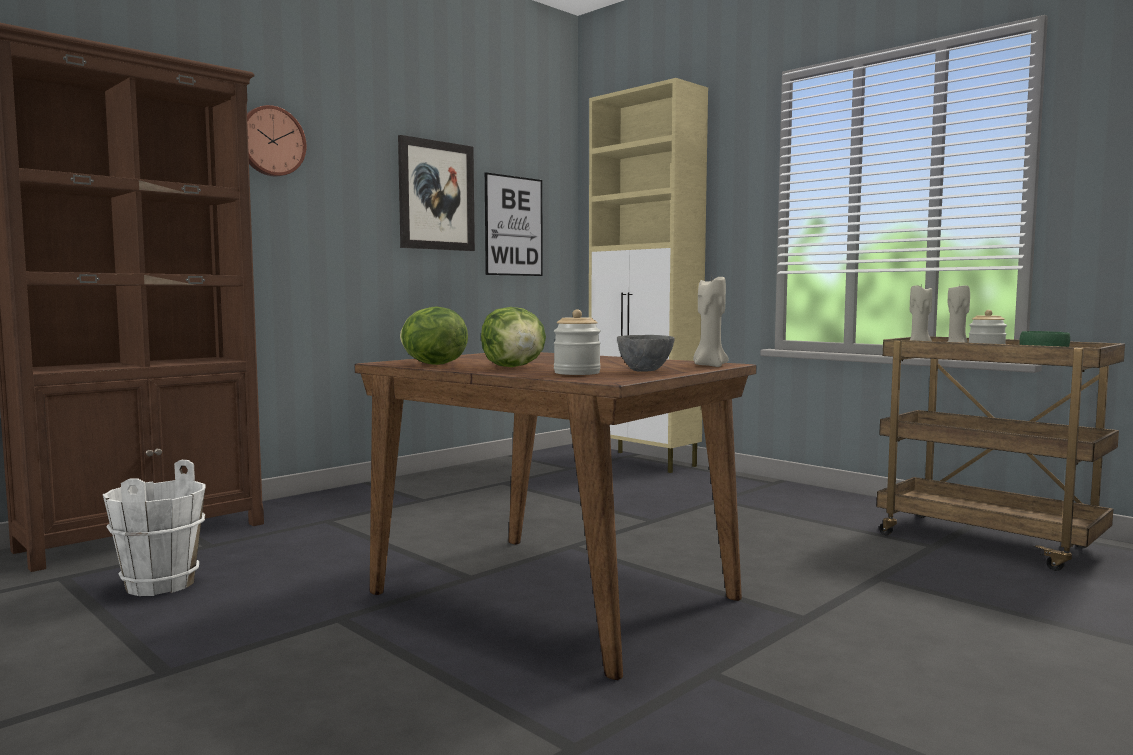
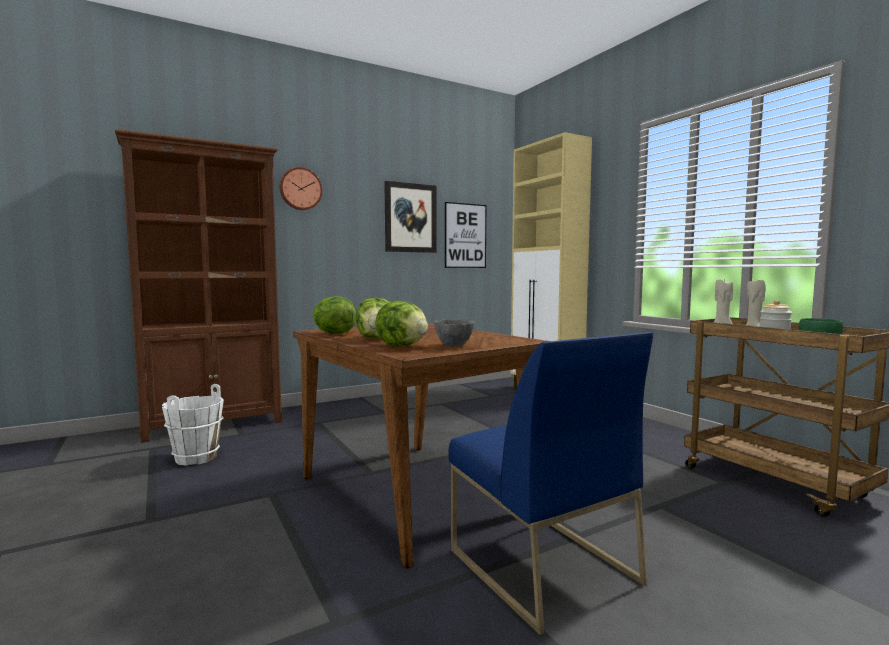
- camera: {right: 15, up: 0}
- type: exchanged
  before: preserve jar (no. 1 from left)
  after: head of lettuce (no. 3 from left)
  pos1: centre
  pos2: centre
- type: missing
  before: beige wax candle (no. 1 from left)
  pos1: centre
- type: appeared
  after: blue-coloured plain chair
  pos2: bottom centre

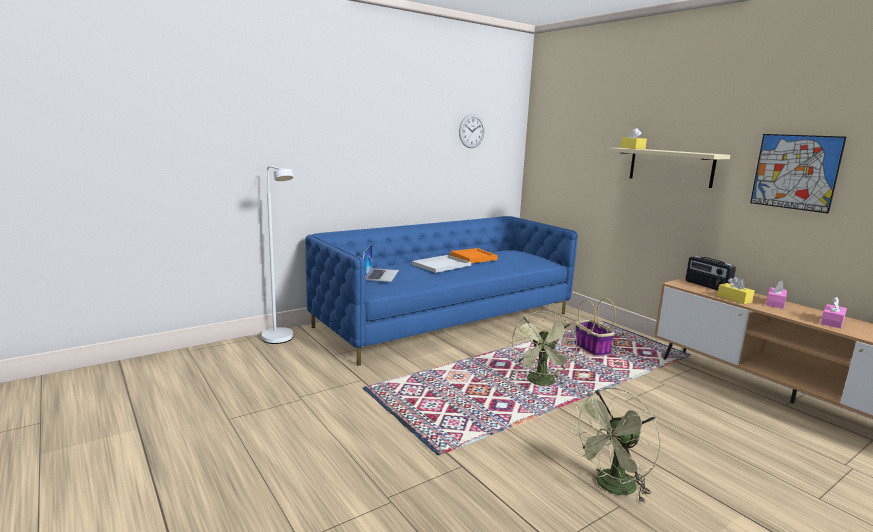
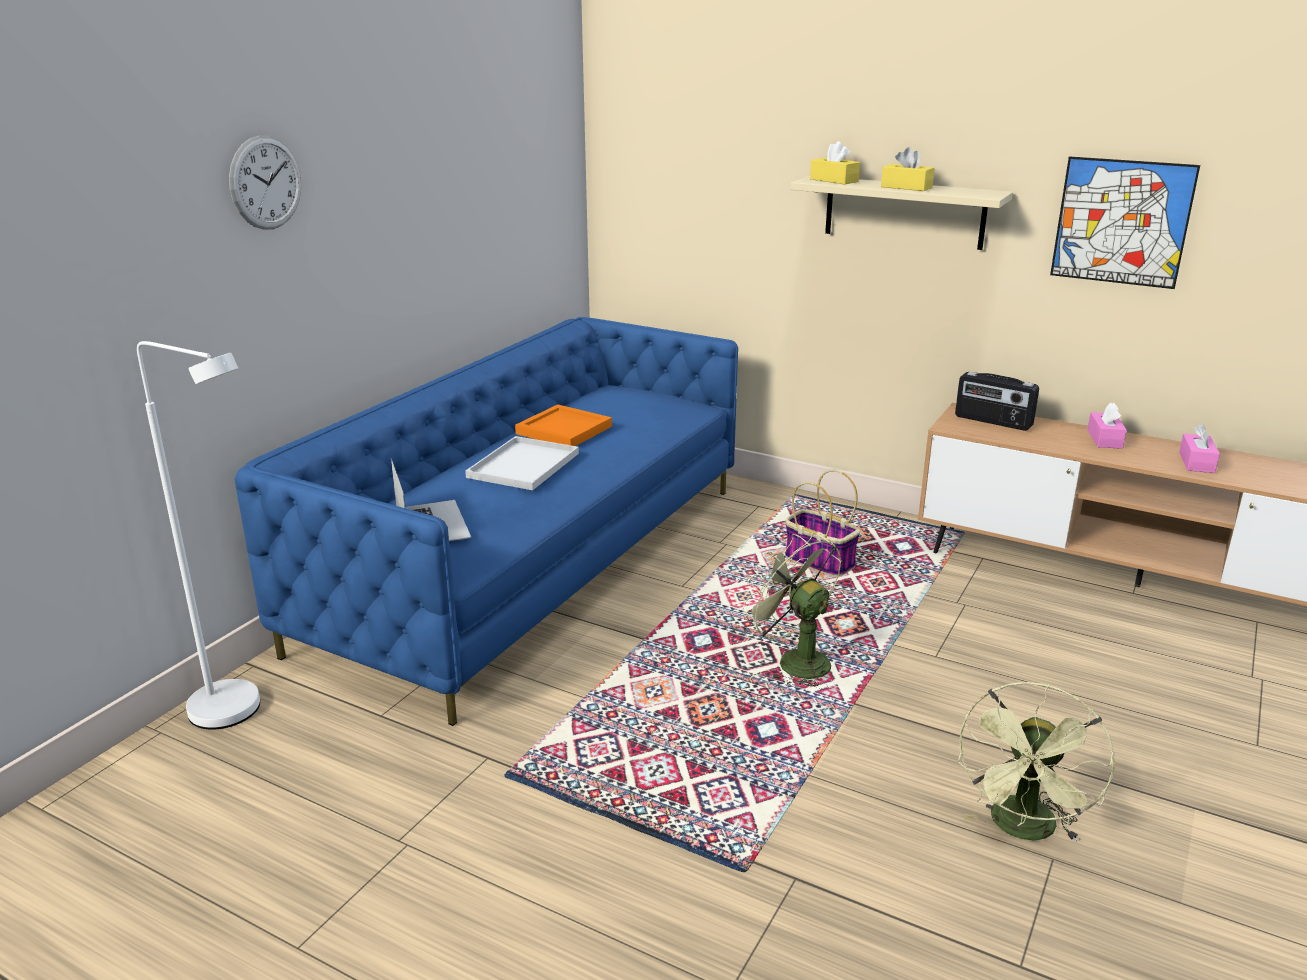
- camera: {right: -25, up: 10}
- type: relocated
  before: clock on the wall
  pos1: top centre
  pos2: top left
- type: spun
  before: green fan (no. 1 from left)
  pos1: centre
  pos2: centre
  turn: 150
- type: relocated
  before: yellow-coloured tissue holder (no. 2 from left)
  pos1: middle right
  pos2: top right

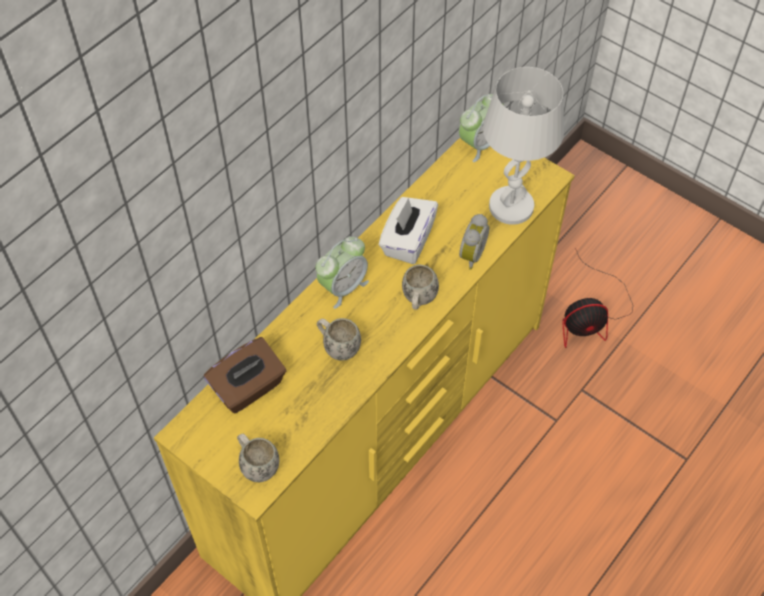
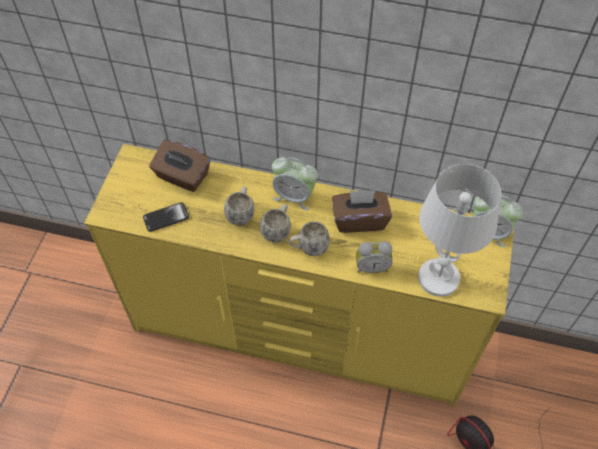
- camera: {right: 65, up: 0}
- type: relocated
  before: whitish tea mug (no. 1 from left in the first image)
  after: whitish tea mug (no. 2 from left)
  pos1: bottom centre
  pos2: centre
- type: colour
  before: whitish tissue holder
  after: brown tissue holder (no. 2 from left)
  pos1: centre
  pos2: centre
- type: appeared
  after: phone
  pos2: middle left

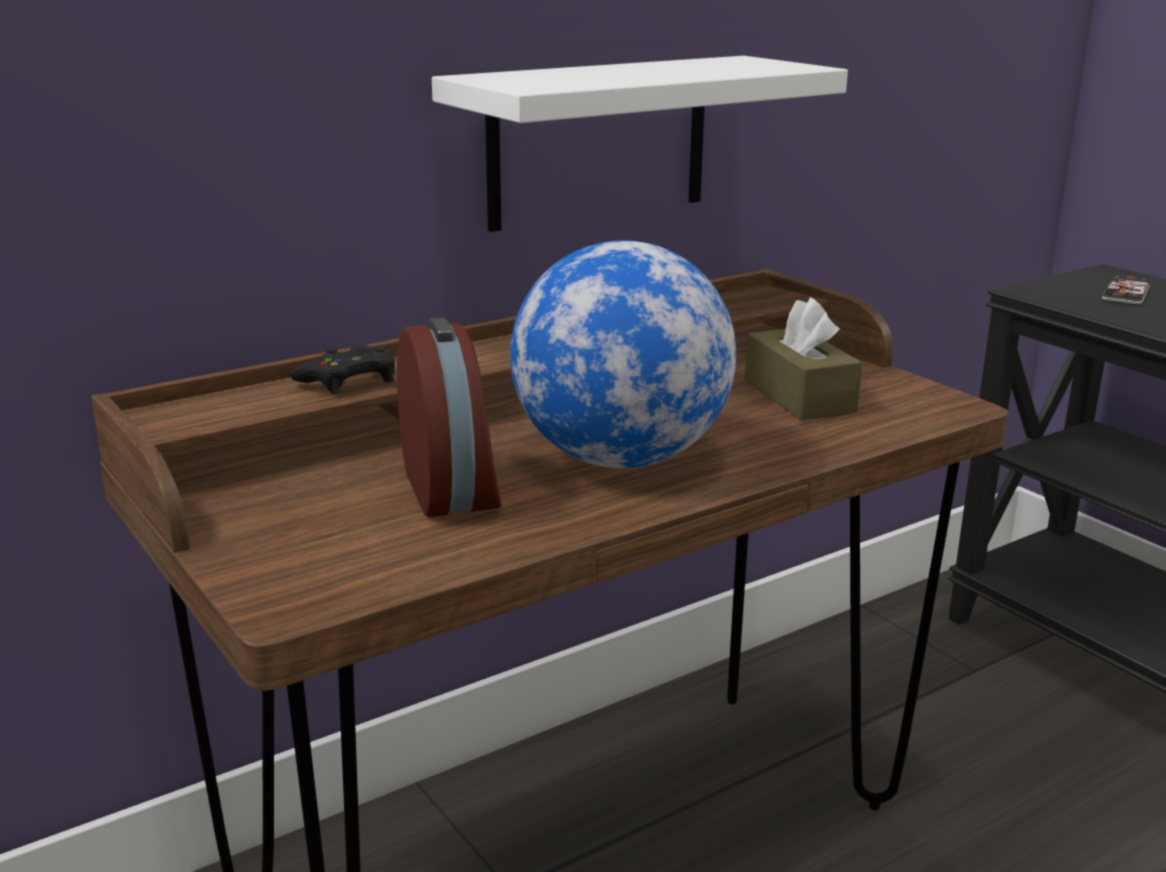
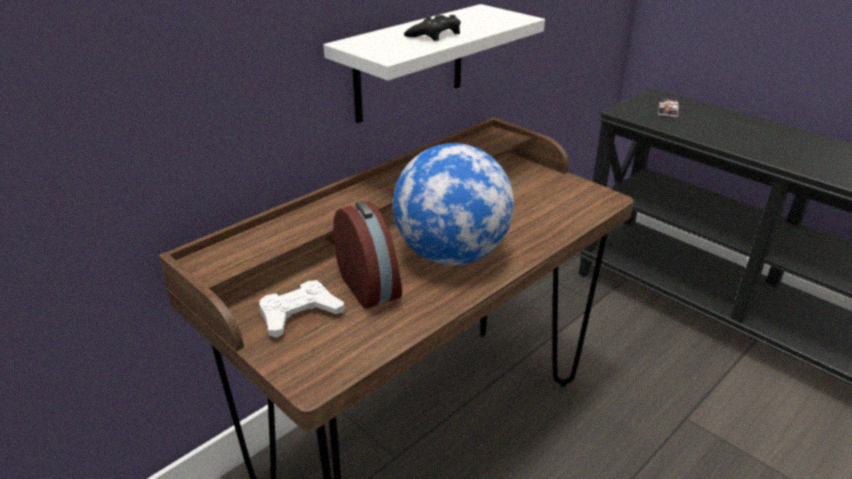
- camera: {right: -10, up: 10}
- type: relocated
  before: blackish joypad
  pos1: middle left
  pos2: top centre
- type: missing
  before: brown tissue holder
  pos1: middle right
- type: appeared
  after: whitish joypad
  pos2: centre

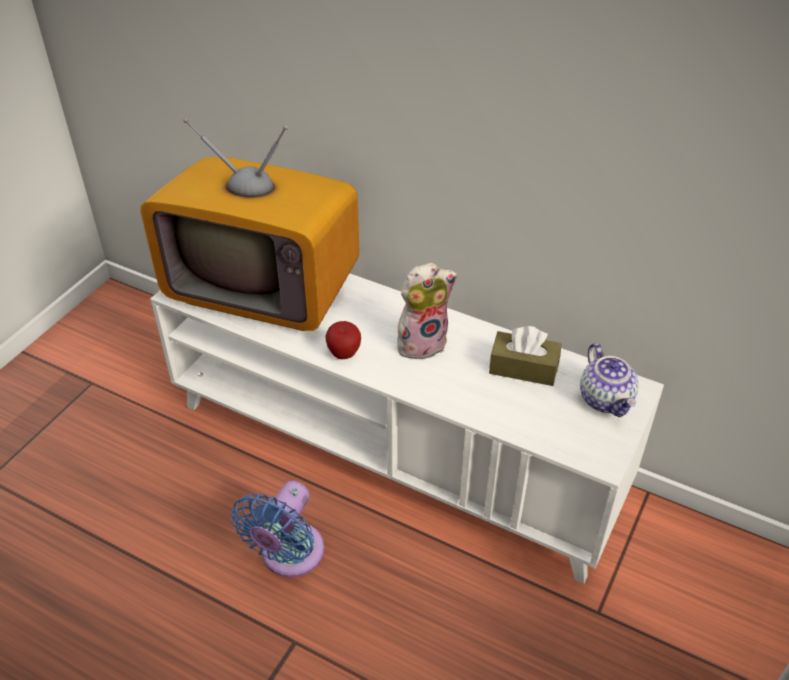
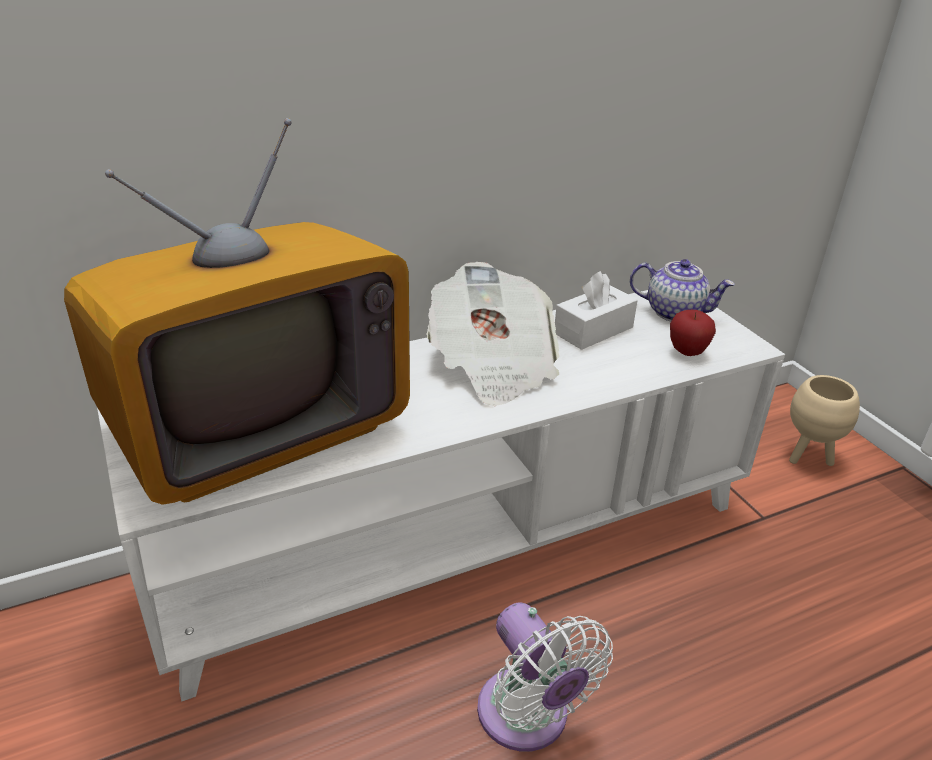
- camera: {right: -55, up: -10}
- type: colour
  before: blue-coloured fan
  after: whitish fan
  pos1: bottom centre
  pos2: bottom centre
- type: relocated
  before: whole apple
  pos1: centre
  pos2: middle right
- type: exchanged
  before: cuddly toy
  after: daily paper
  pos1: centre
  pos2: centre
- type: colour
  before: brown tissue holder
  after: whitish tissue holder
  pos1: centre
  pos2: centre
- type: appeared
  after: beige plant pot
  pos2: middle right

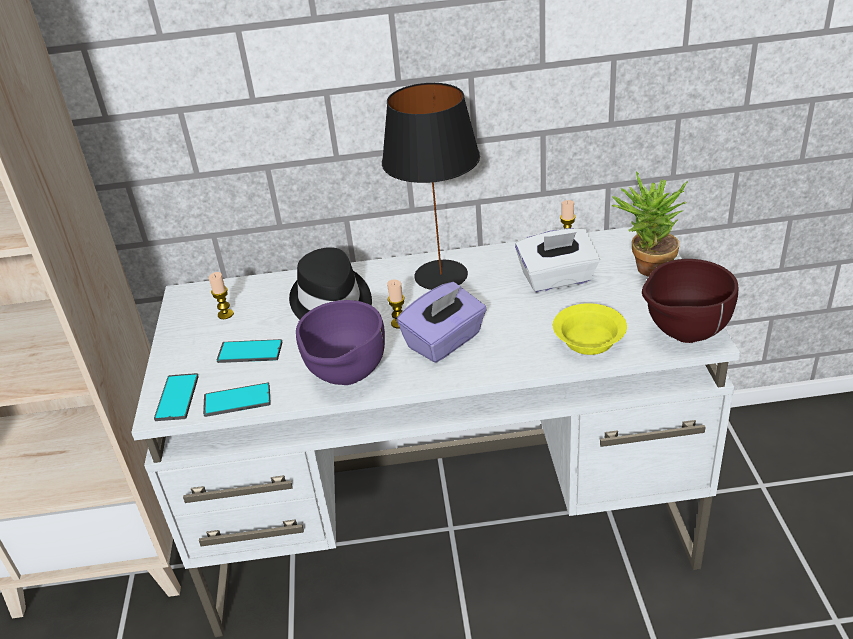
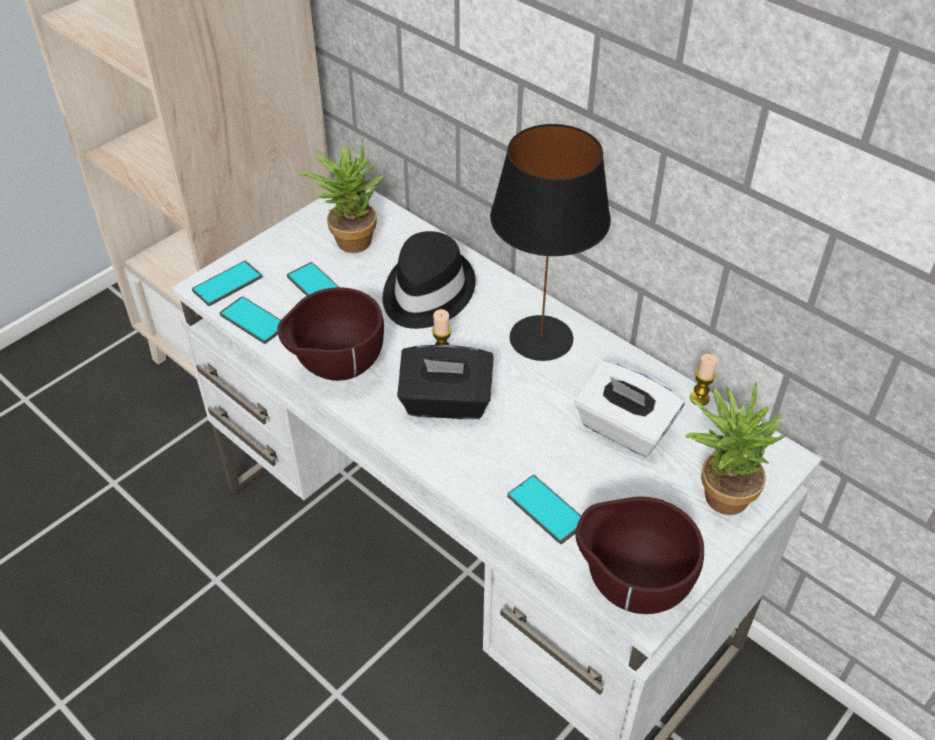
- camera: {right: 45, up: 10}
- type: exchanged
  before: wax candle (no. 1 from left)
  after: plant in a pot (no. 1 from left)
  pos1: middle left
  pos2: top centre
- type: colour
  before: purple-coloured serving bowl
  after: brown serving bowl (no. 1 from left)
  pos1: centre
  pos2: centre
- type: colour
  before: purple-coloured tissue holder
  after: blackish tissue holder
  pos1: centre
  pos2: centre
- type: exchanged
  before: yellow-coloured serving bowl
  after: phone (no. 4 from left)
  pos1: middle right
  pos2: bottom centre

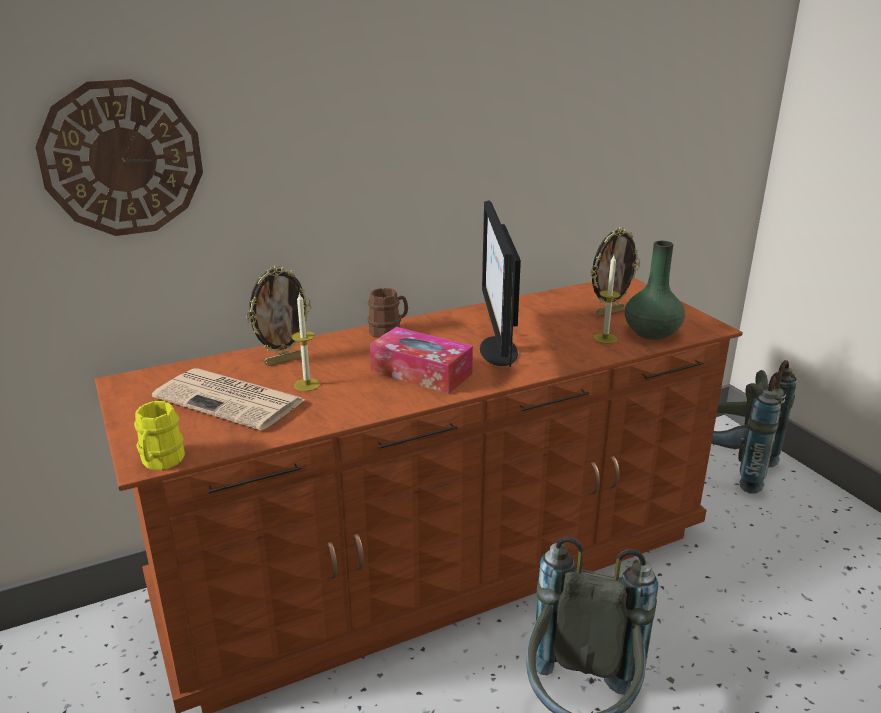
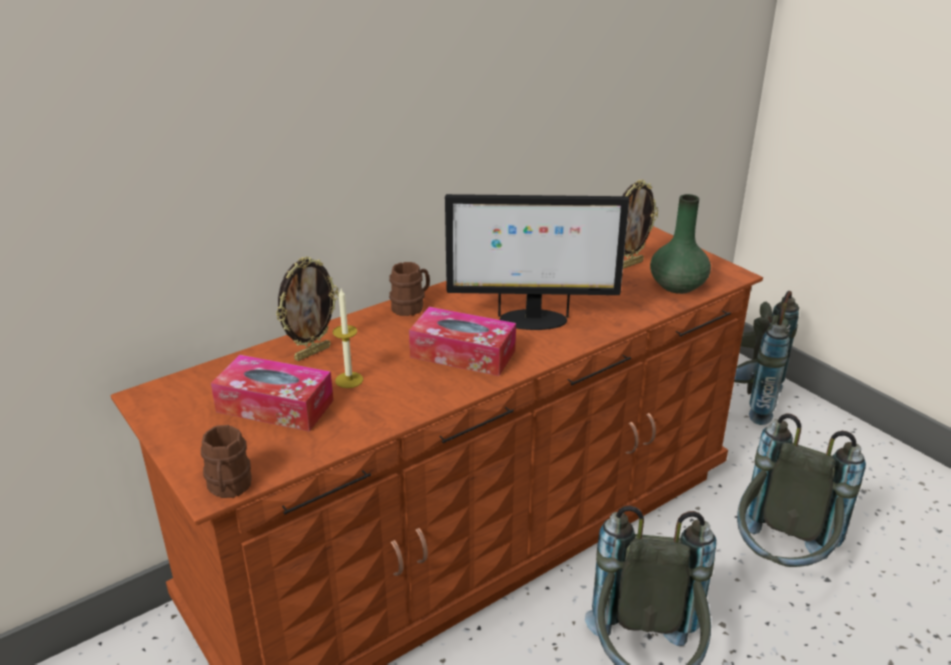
- camera: {right: -10, up: 5}
- type: missing
  before: clock on the wall
  pos1: top left
- type: colour
  before: yellow-coloured tea mug
  after: brown tea mug (no. 1 from left)
  pos1: middle left
  pos2: bottom left
- type: exchanged
  before: daily paper
  after: tissue holder (no. 1 from left)
  pos1: middle left
  pos2: middle left
- type: spun
  before: computer screen
  pos1: centre
  pos2: centre
  turn: -75
- type: missing
  before: wax candle (no. 2 from left)
  pos1: middle right
- type: appeared
  after: gray backpack (no. 3 from left)
  pos2: bottom right

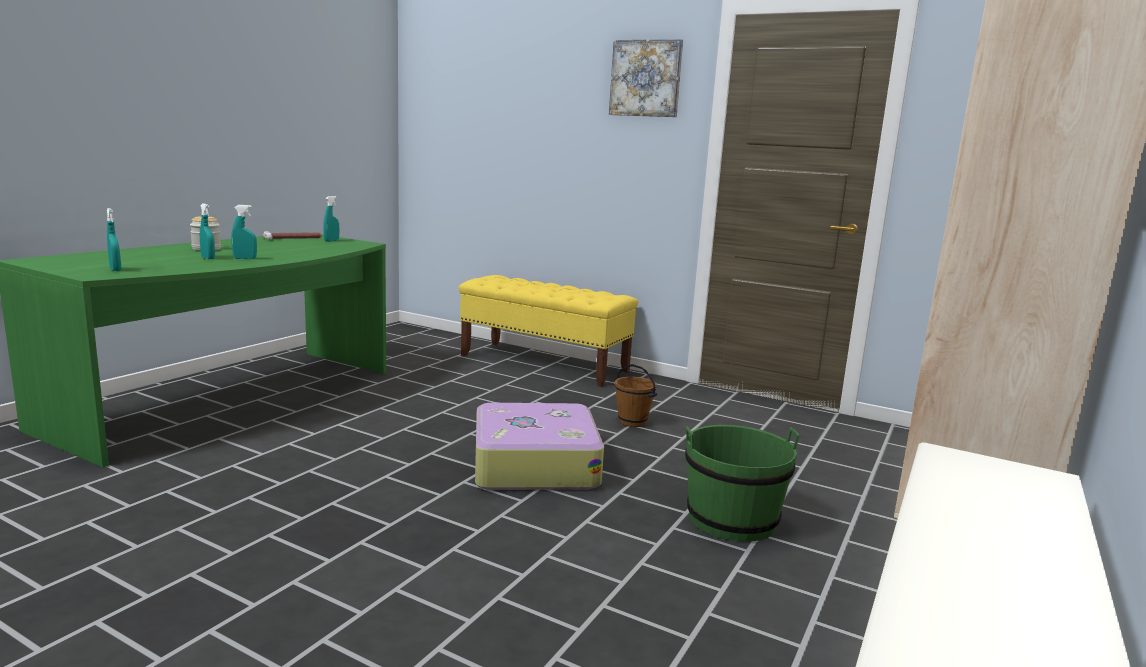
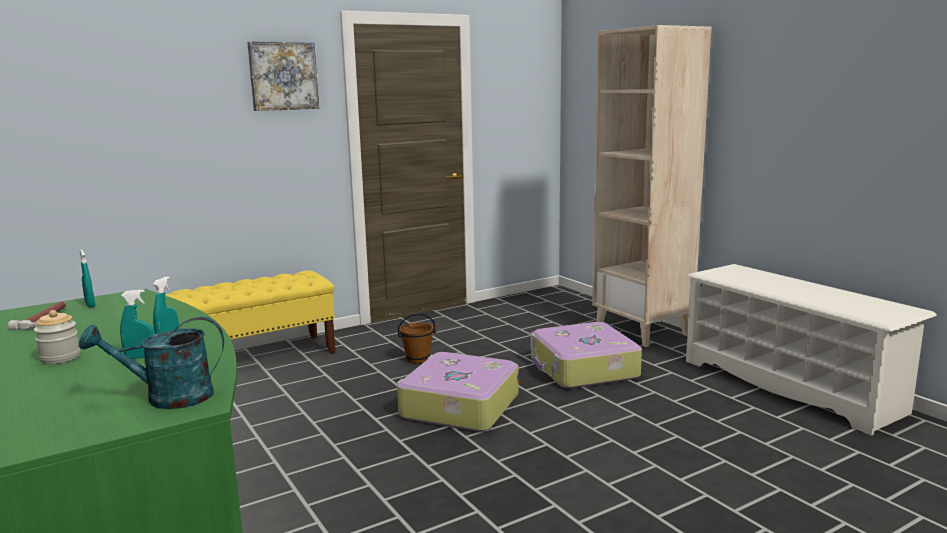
- camera: {right: -60, up: 0}
- type: exchanged
  before: turquoise spray bottle (no. 1 from left)
  after: turquoise watering can
  pos1: middle left
  pos2: bottom left
- type: exchanged
  before: green pail
  after: suitcase (no. 2 from left)
  pos1: bottom centre
  pos2: centre

